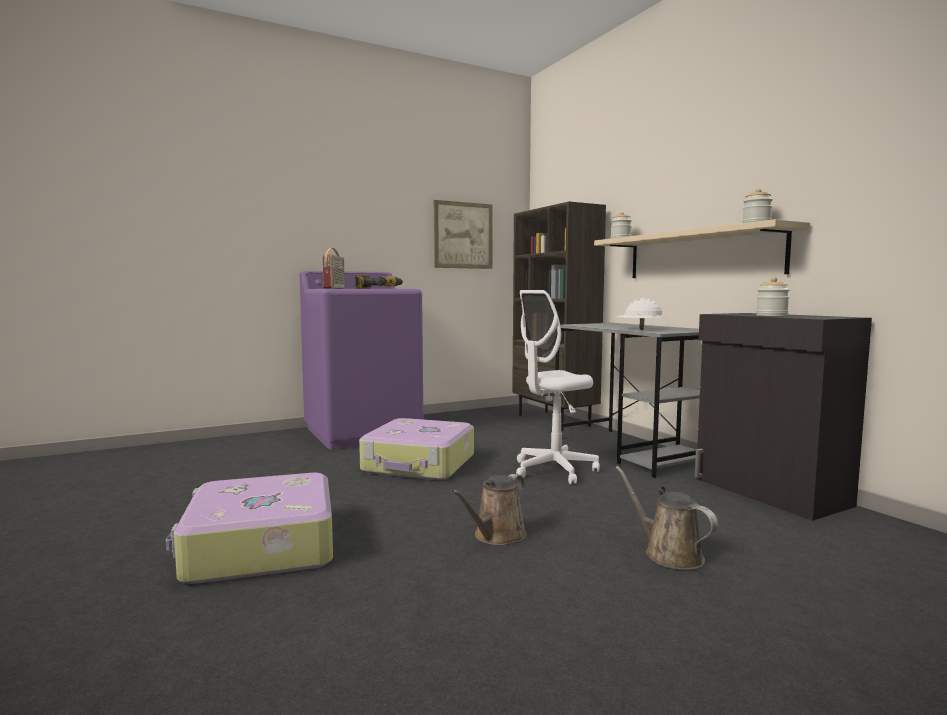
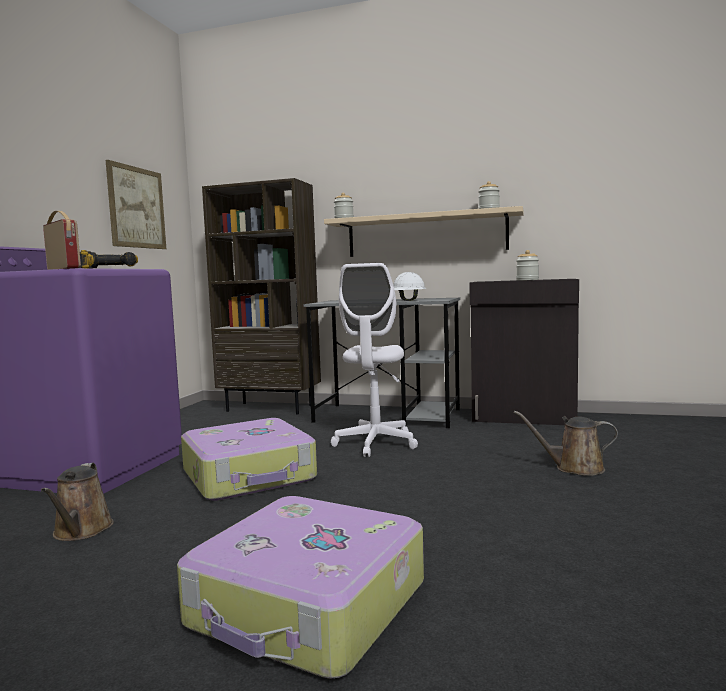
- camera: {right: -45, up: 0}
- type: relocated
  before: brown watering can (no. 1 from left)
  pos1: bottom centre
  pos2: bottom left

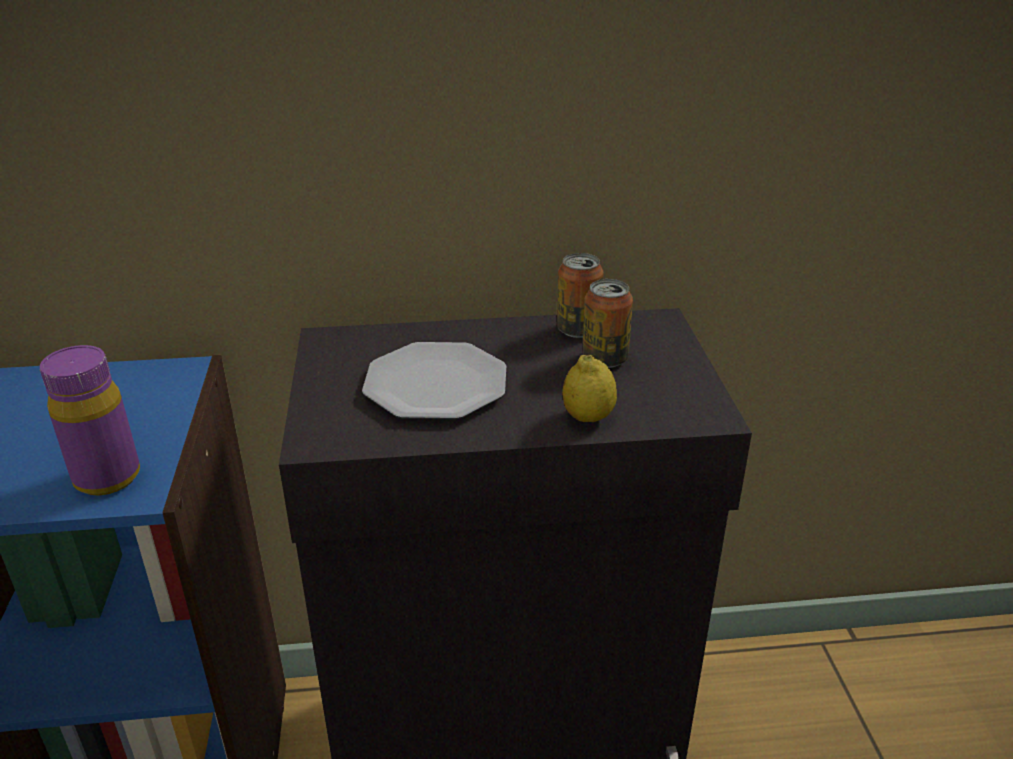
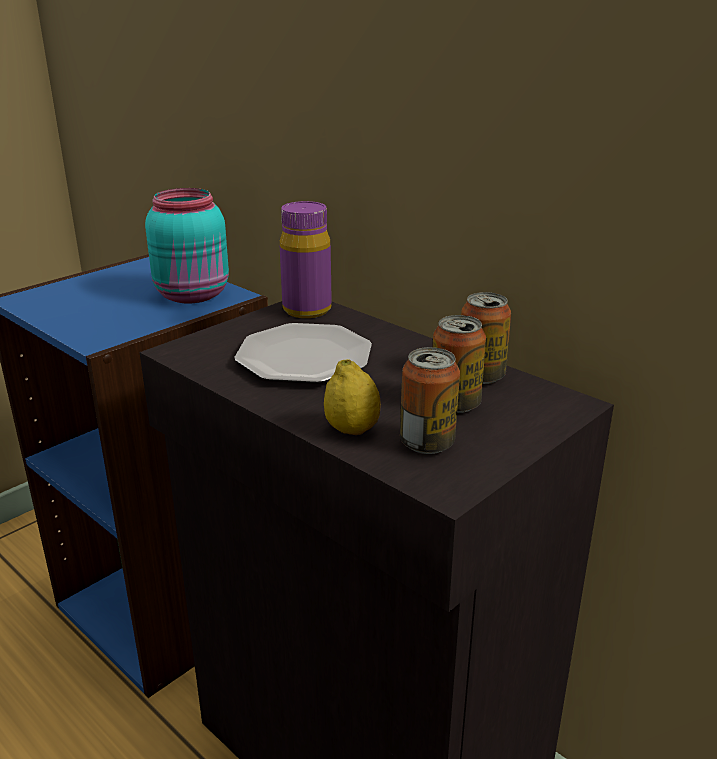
- camera: {right: 50, up: -5}
- type: relocated
  before: purple-coloured bottle
  pos1: middle left
  pos2: centre
- type: appeared
  after: turquoise preserve jar
  pos2: top left
- type: appeared
  after: metal can (no. 1 from left)
  pos2: centre

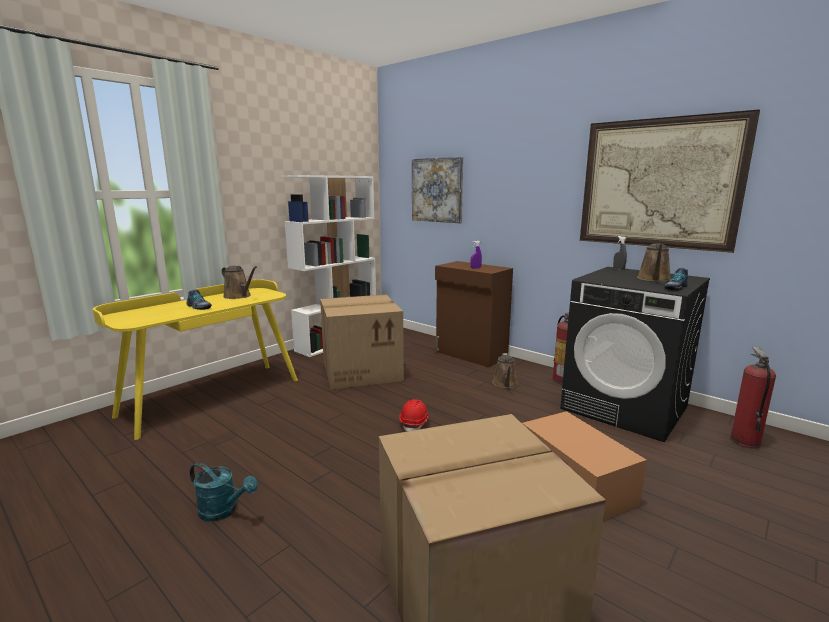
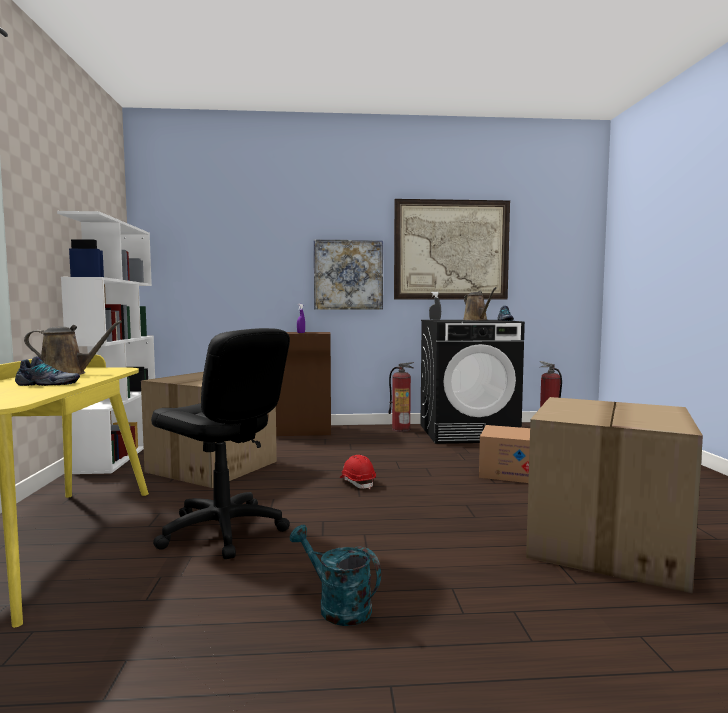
- camera: {right: -45, up: -10}
- type: spun
  before: turquoise watering can
  pos1: bottom left
  pos2: bottom centre
  turn: -120
- type: relocated
  before: picture (no. 1 from left)
  pos1: top centre
  pos2: centre
- type: missing
  before: brown watering can (no. 2 from left)
  pos1: centre
- type: appeared
  after: blackish desk chair
  pos2: middle left

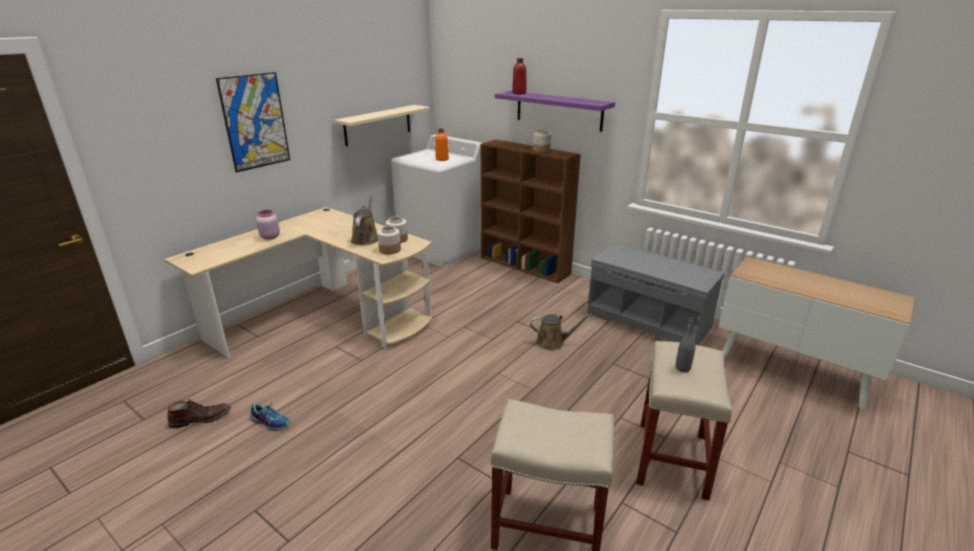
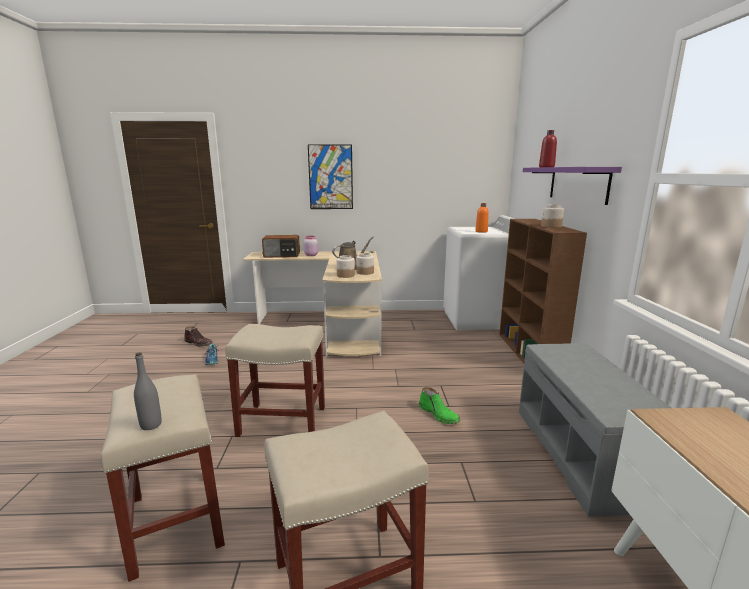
- camera: {right: 50, up: -10}
- type: missing
  before: beige shelf
  pos1: top centre
- type: exchanged
  before: brown watering can (no. 2 from left)
  after: green tall boot
  pos1: centre
  pos2: bottom centre
- type: relocated
  before: gray bottle
  pos1: middle right
  pos2: middle left
- type: appeared
  after: beige sitting stool (no. 2 from left)
  pos2: centre
- type: appeared
  after: radio
  pos2: centre

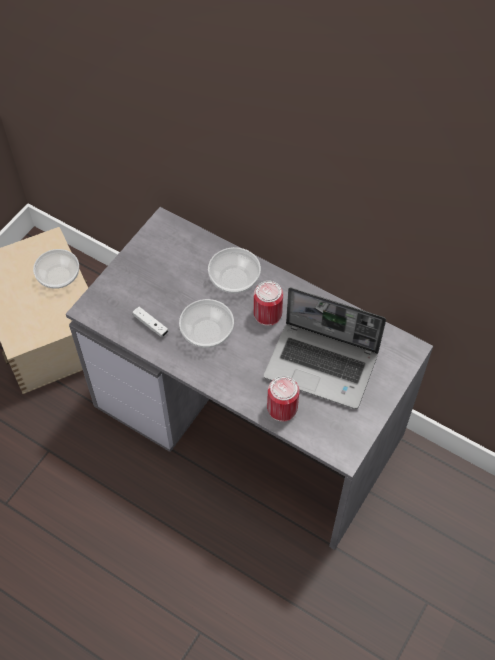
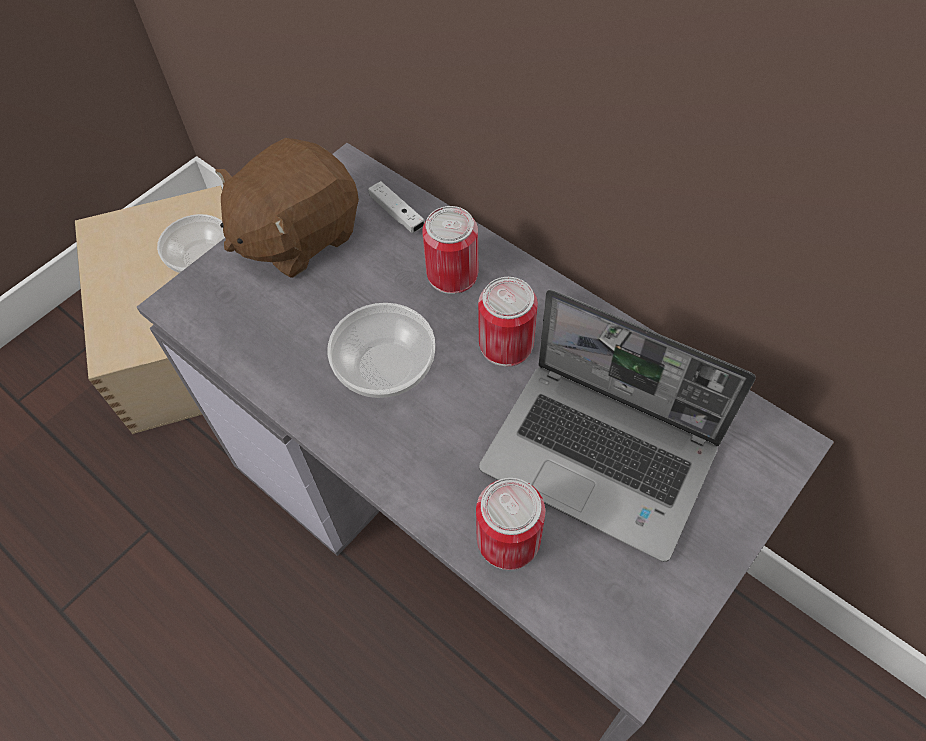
- camera: {right: 10, up: 0}
- type: relocated
  before: whitish joypad
  pos1: middle left
  pos2: top centre
- type: exchanged
  before: serving bowl (no. 3 from left)
  after: metal can (no. 1 from left)
  pos1: centre
  pos2: centre
- type: appeared
  after: brown cuddly toy
  pos2: top left

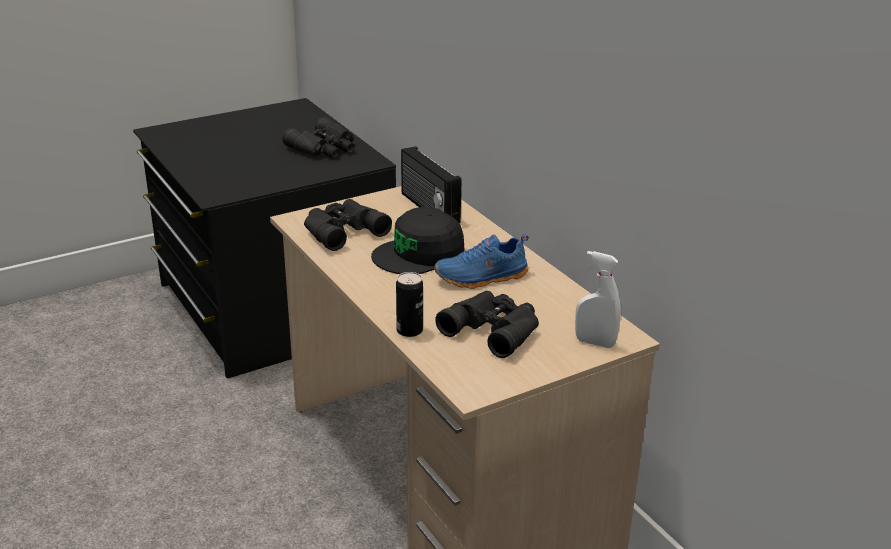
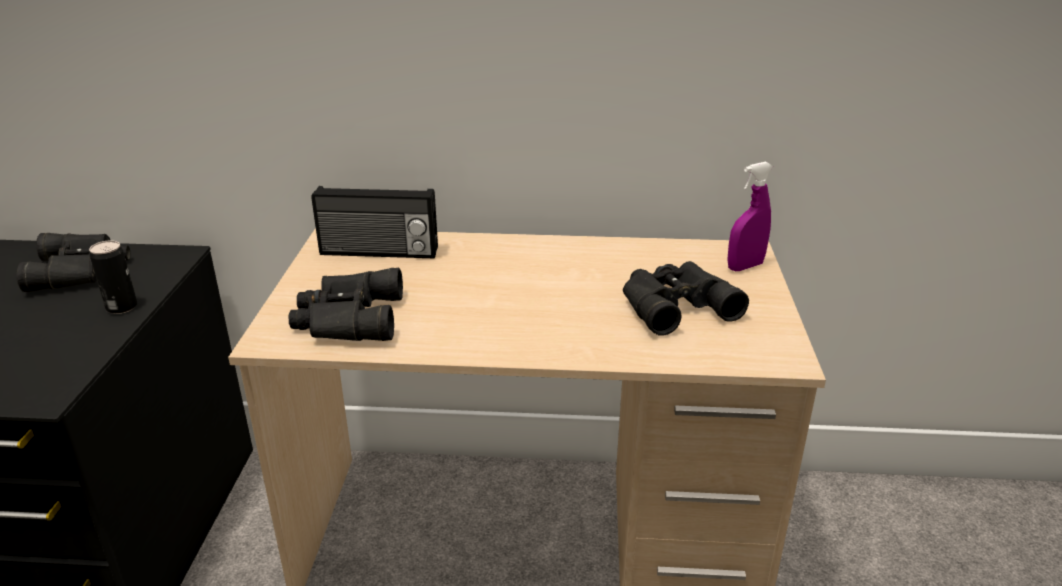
- camera: {right: -55, up: 0}
- type: missing
  before: blackish baseball cap
  pos1: centre
- type: relocated
  before: metal can
  pos1: centre
  pos2: middle left
- type: missing
  before: blue-coloured low shoe
  pos1: centre
- type: colour
  before: whitish spray bottle
  after: purple-coloured spray bottle
  pos1: middle right
  pos2: middle right

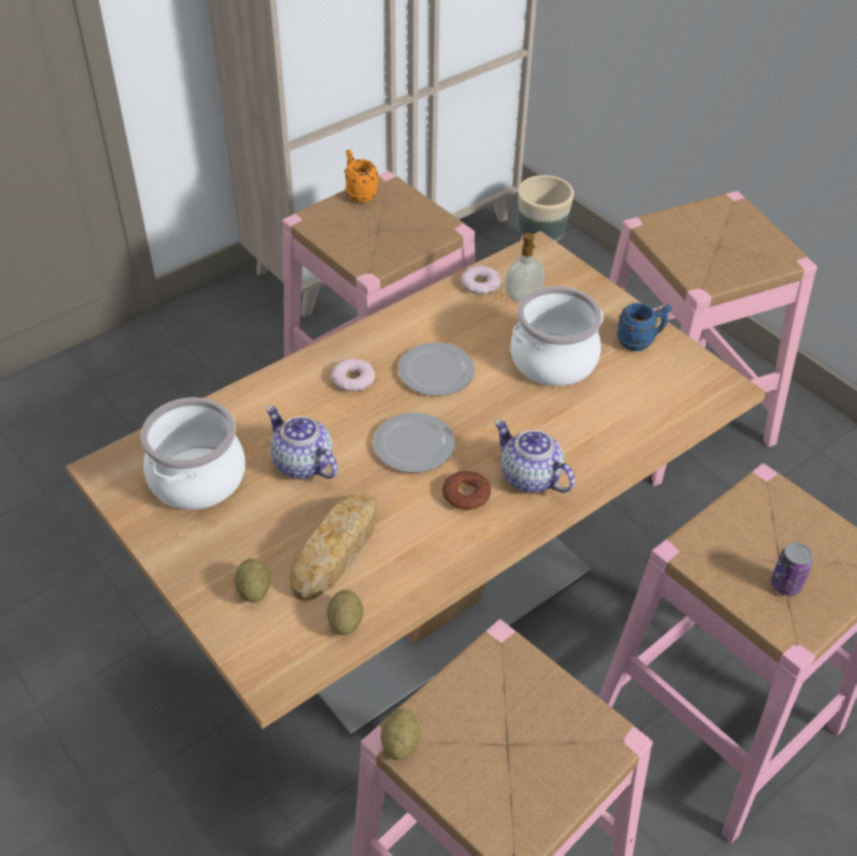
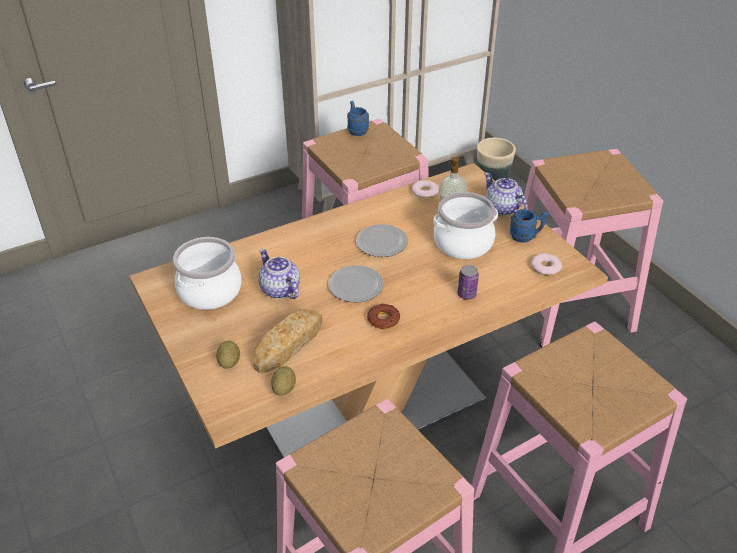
- camera: {right: 10, up: -5}
- type: relocated
  before: donut (no. 1 from left in the first image)
  after: donut (no. 3 from left)
  pos1: centre
  pos2: middle right
- type: colour
  before: orangey tea mug
  after: blue-coloured tea mug (no. 1 from left)
  pos1: top centre
  pos2: top centre
- type: missing
  before: potato (no. 3 from left)
  pos1: bottom centre
- type: relocated
  before: tea pot (no. 2 from left)
  pos1: centre
  pos2: middle right
- type: relocated
  before: metal can
  pos1: middle right
  pos2: centre

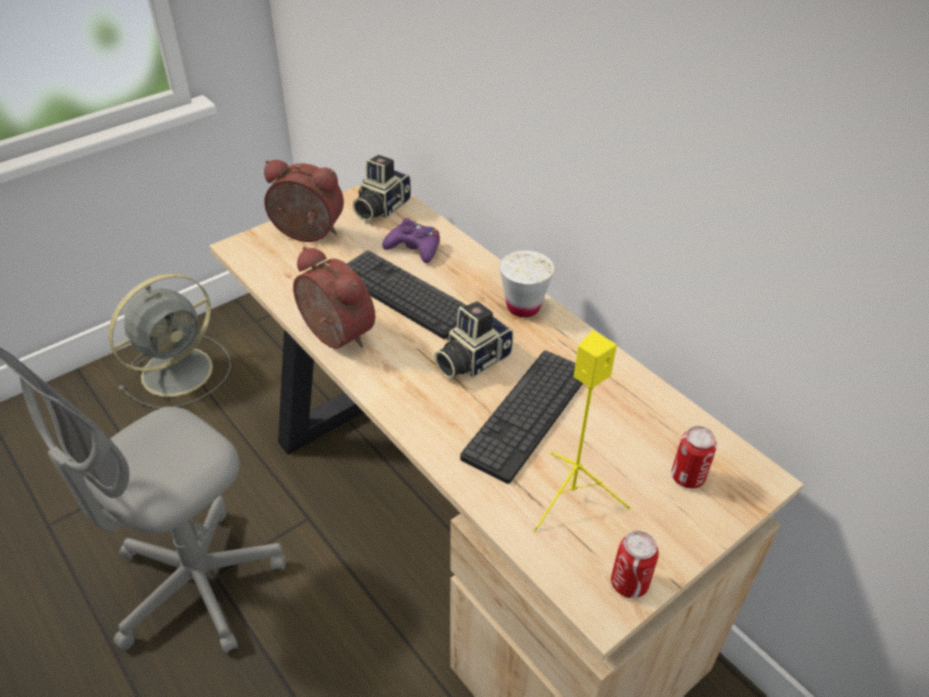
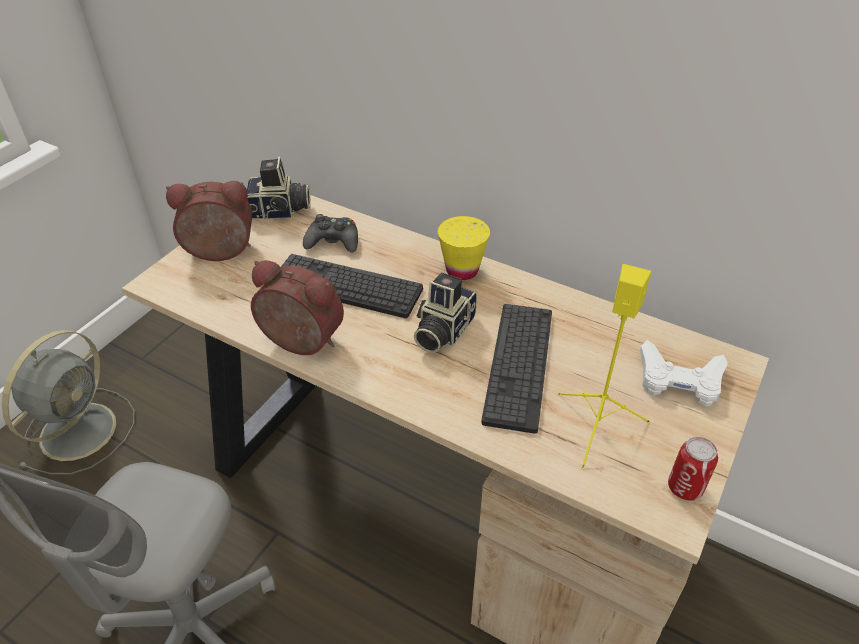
- camera: {right: -20, up: 0}
- type: spun
  before: photo camera (no. 1 from left)
  pos1: top centre
  pos2: top left
  turn: -105
- type: colour
  before: purple-coloured joypad
  after: blackish joypad
  pos1: centre
  pos2: centre
- type: colour
  before: whitish cup
  after: yellow-coloured cup
  pos1: centre
  pos2: centre
- type: exchanged
  before: metal can (no. 2 from left)
  after: whitish joypad
  pos1: middle right
  pos2: middle right

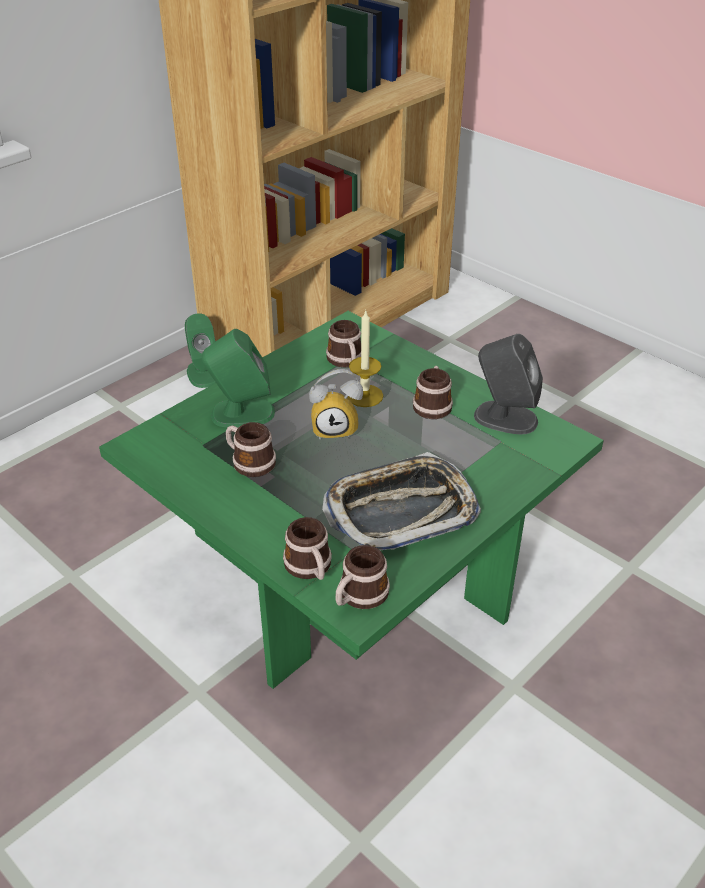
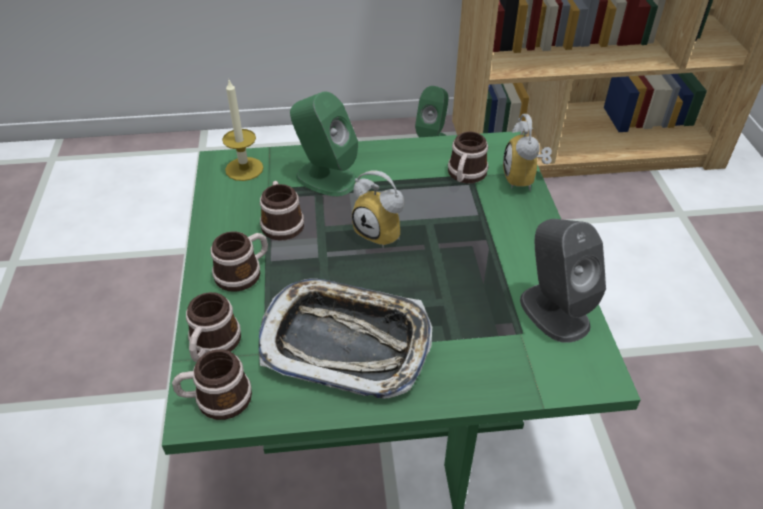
- camera: {right: 40, up: 5}
- type: relocated
  before: wax candle
  pos1: centre
  pos2: top left
- type: relocated
  before: tea mug (no. 5 from left in the first image)
  after: tea mug (no. 3 from left)
  pos1: centre
  pos2: middle left
- type: appeared
  after: bedside clock (no. 2 from left)
  pos2: top right

